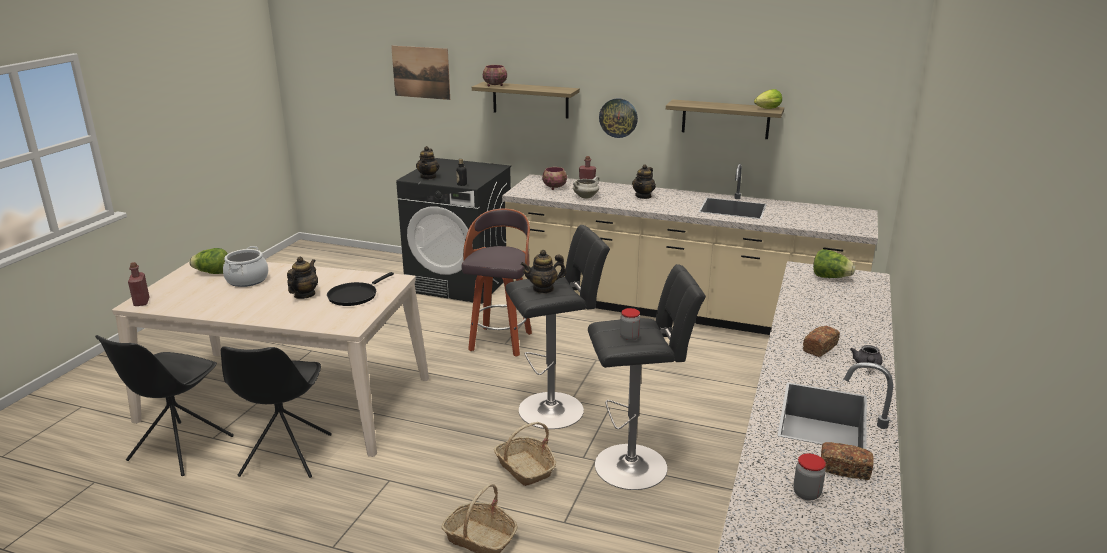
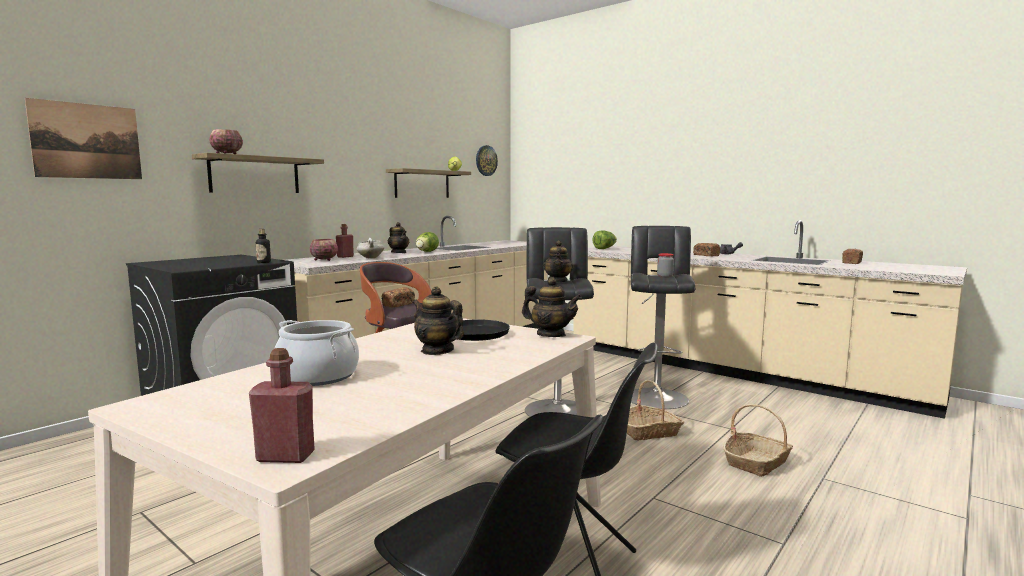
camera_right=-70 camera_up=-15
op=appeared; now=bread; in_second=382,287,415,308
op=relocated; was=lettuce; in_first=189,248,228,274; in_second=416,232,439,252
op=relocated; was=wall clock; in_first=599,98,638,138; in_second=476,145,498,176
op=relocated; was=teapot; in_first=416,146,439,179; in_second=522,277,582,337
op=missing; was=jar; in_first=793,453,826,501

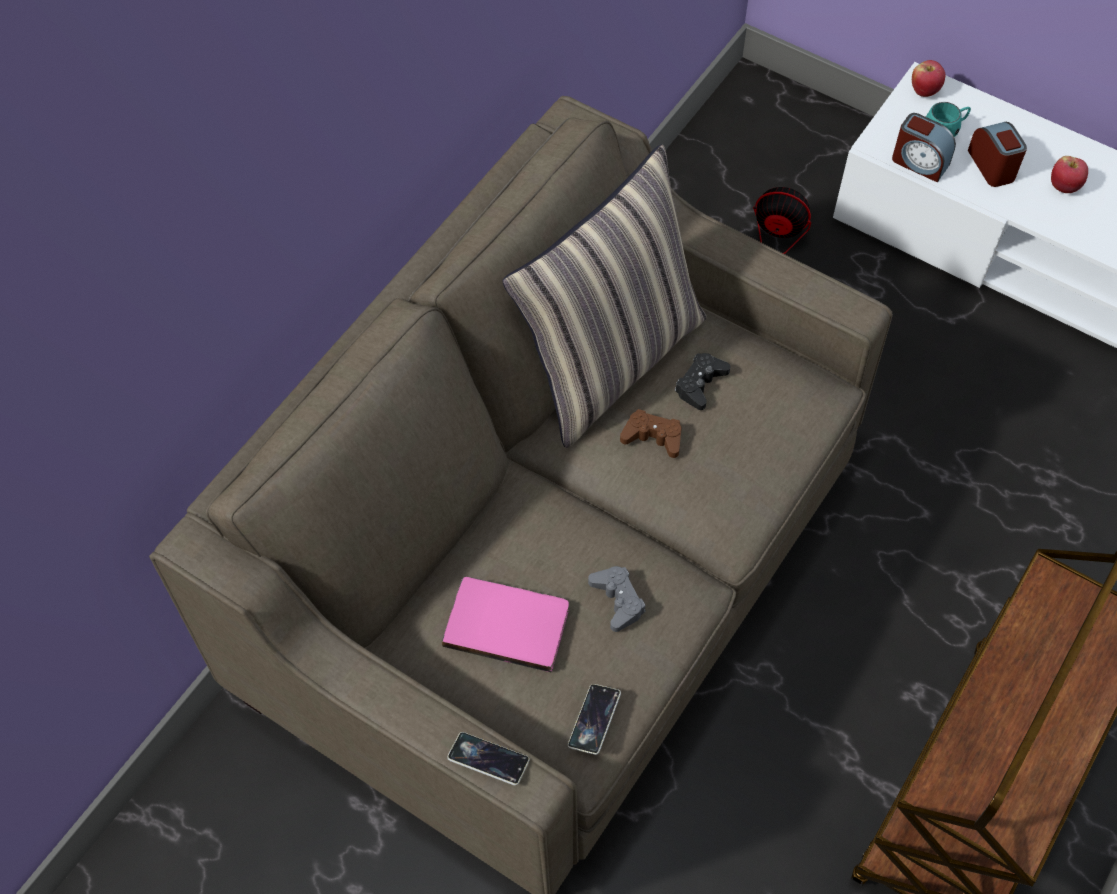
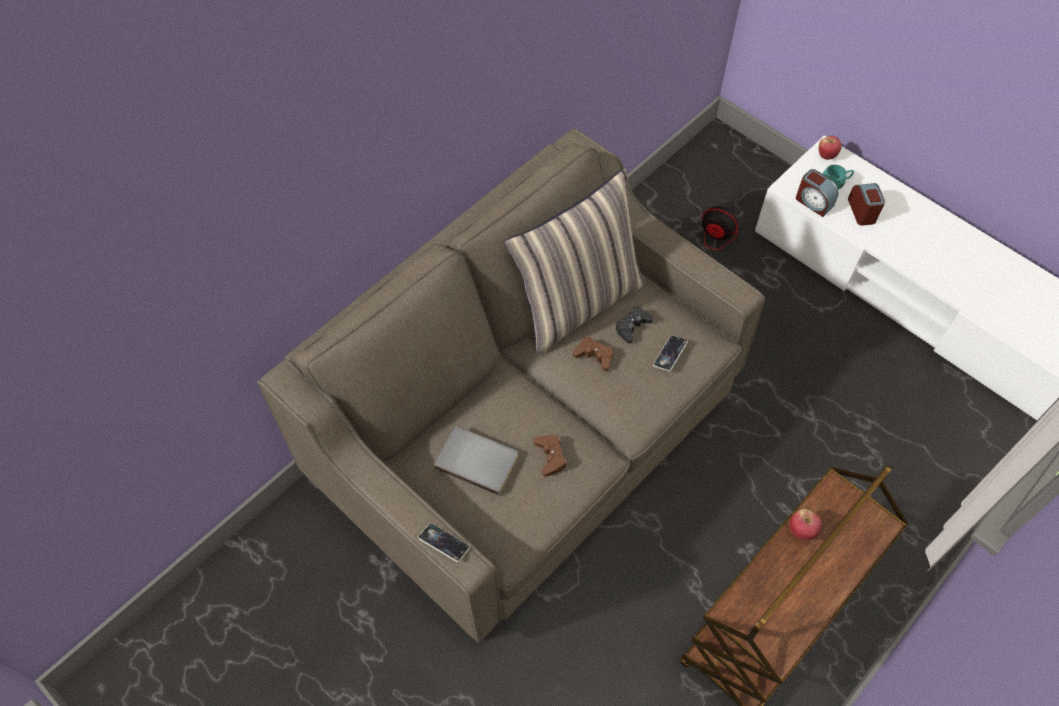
camera_right=10 camera_up=0
op=colour; was=pink book; now=grey book; in_first=442,577,569,673; in_second=433,426,518,495
op=colour; was=grey game controller; now=brown game controller; in_first=588,566,646,632; in_second=534,435,567,477
op=relocated; was=phone; in_first=568,684,621,755; in_second=653,335,688,371
op=relocated; was=apple; in_first=1051,156,1088,193; in_second=789,509,822,541

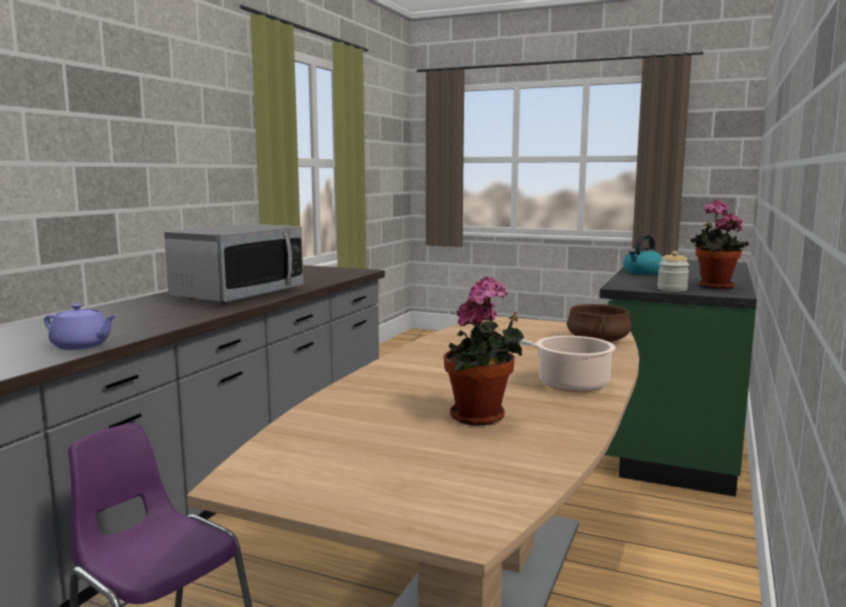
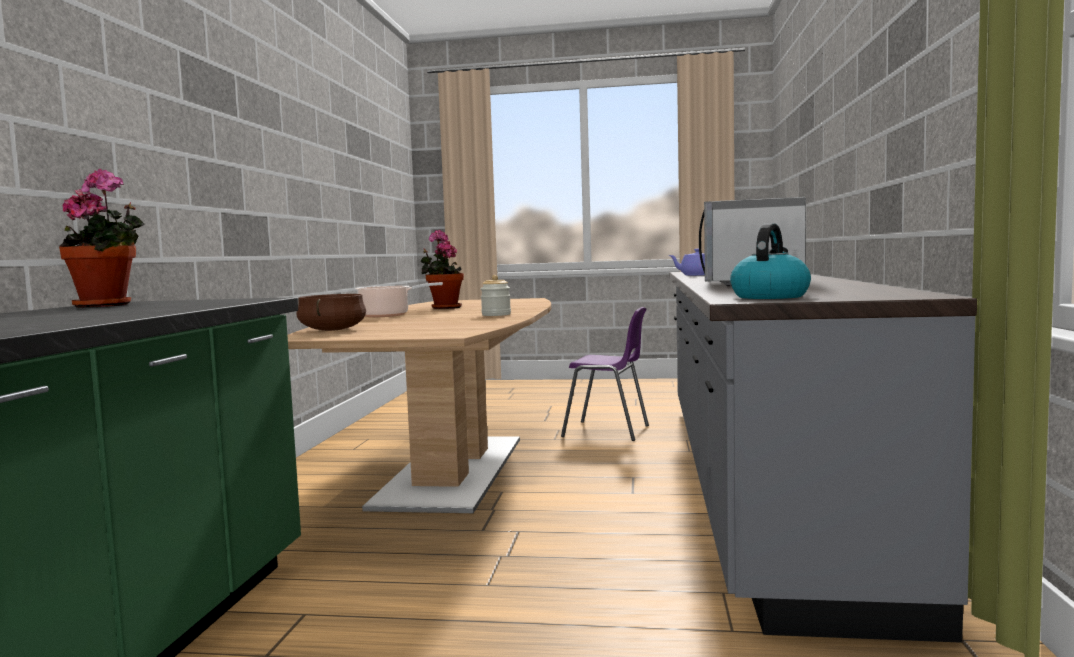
camera_right=165 camera_up=-5
op=relocated; was=jar; in_first=657,251,689,292; in_second=481,275,511,316
op=relocated; was=kettle; in_first=623,235,662,275; in_second=730,223,811,299

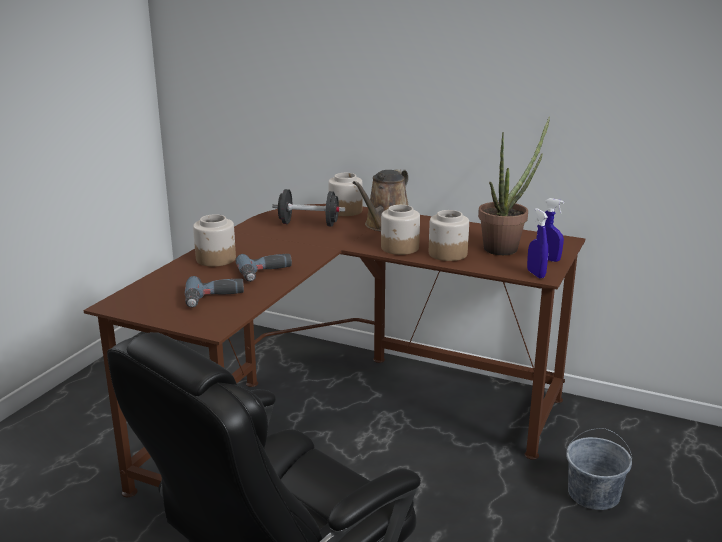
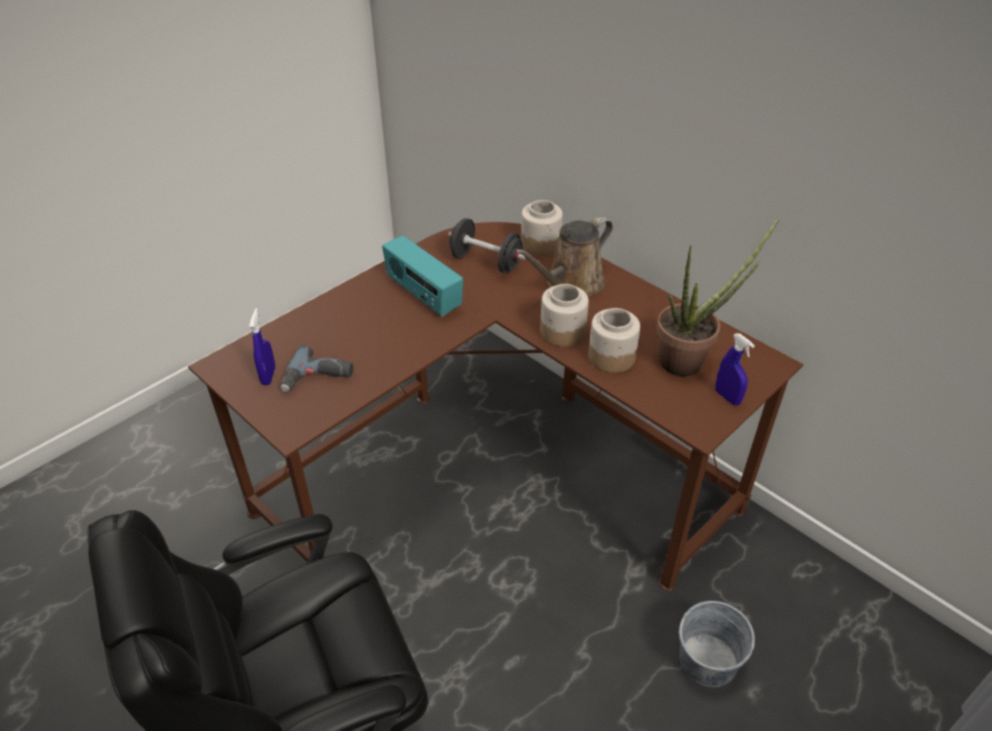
camera_right=20 camera_up=20
op=relocated; was=blue spray bottle; in_first=527,208,548,278; in_second=249,308,275,385
op=appeared; now=radio; in_second=382,235,463,317
op=missing; was=jar; in_first=193,214,236,267
op=missing; was=power drill; in_first=236,254,292,282

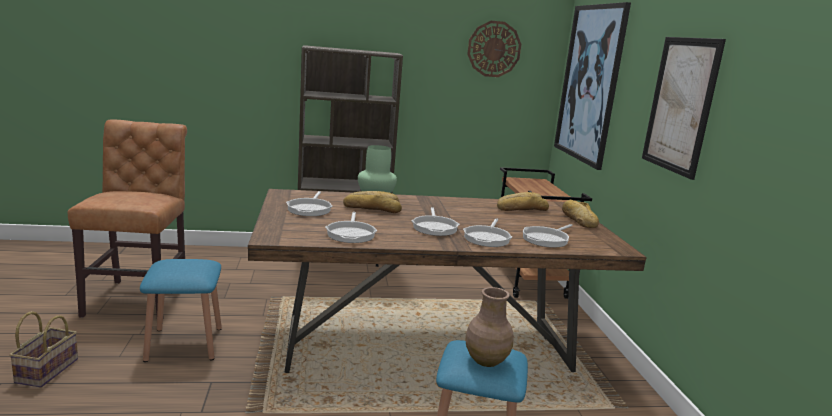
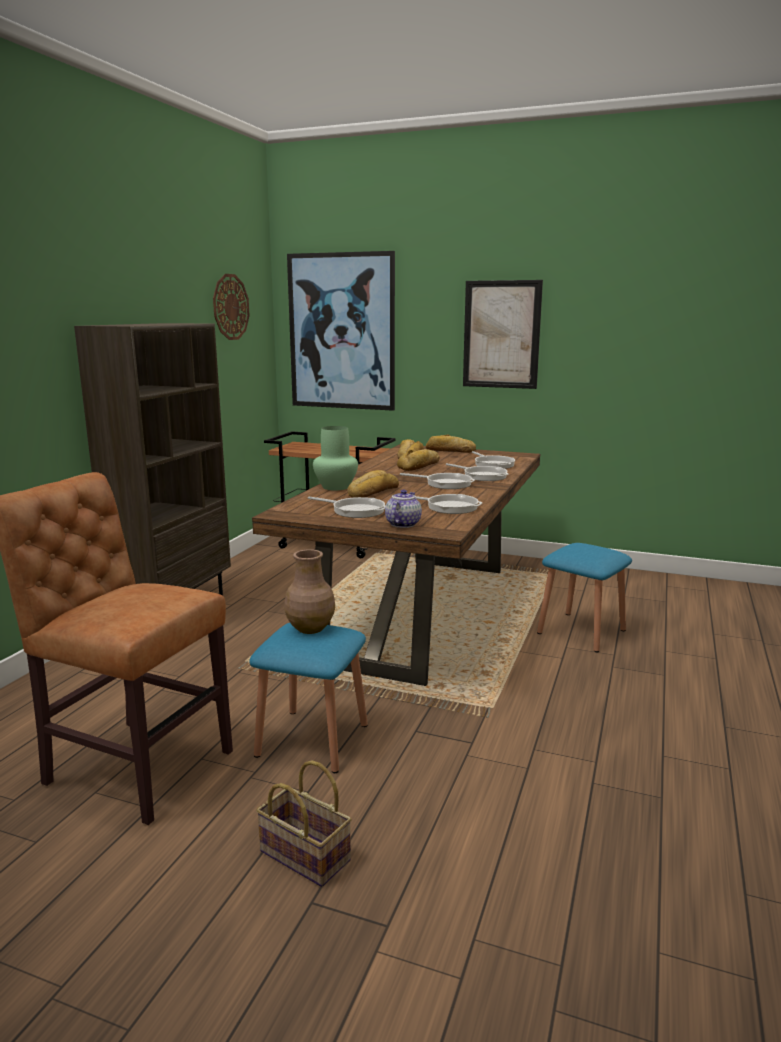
camera_right=-60 camera_up=0
op=relocated; was=brown vase; in_first=465,287,514,367; in_second=284,549,335,634
op=appeared; now=teapot; in_second=385,490,422,528
op=appeared; now=bread; in_second=397,449,440,471

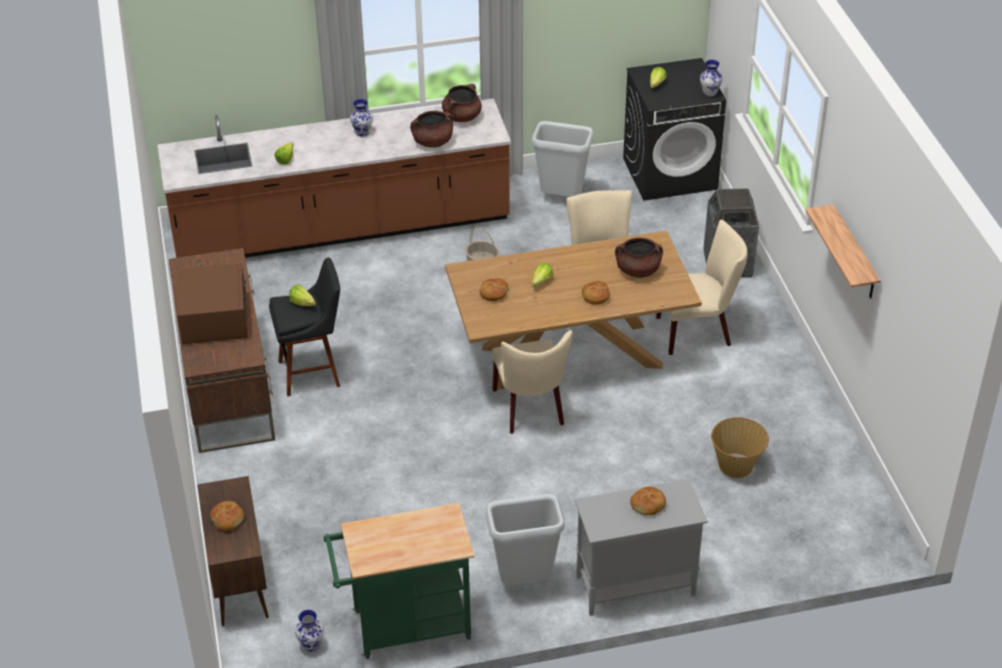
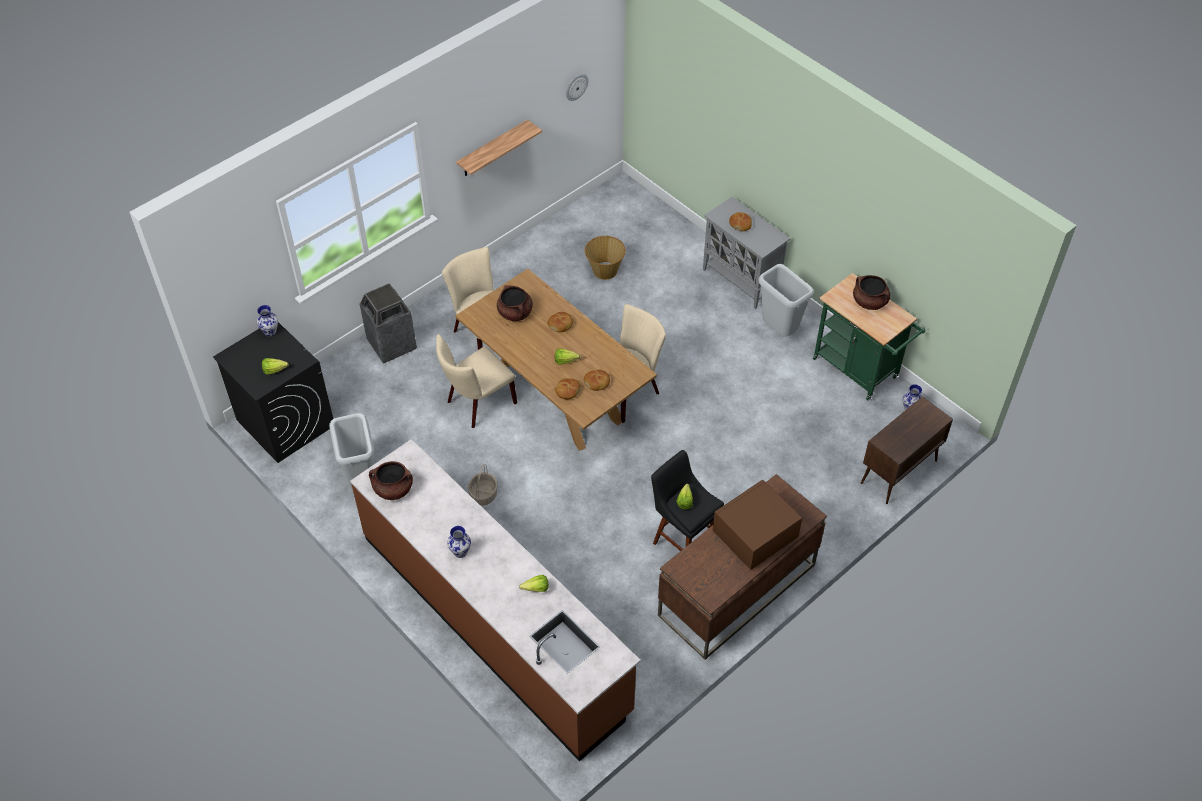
camera_right=-120 camera_up=10
op=relocated; was=bread; in_first=210,501,244,531; in_second=555,378,581,399
op=appeared; now=wall clock; in_second=566,74,588,101
op=relocated; was=brown cooking pot; in_first=410,111,453,148; in_second=853,275,890,310

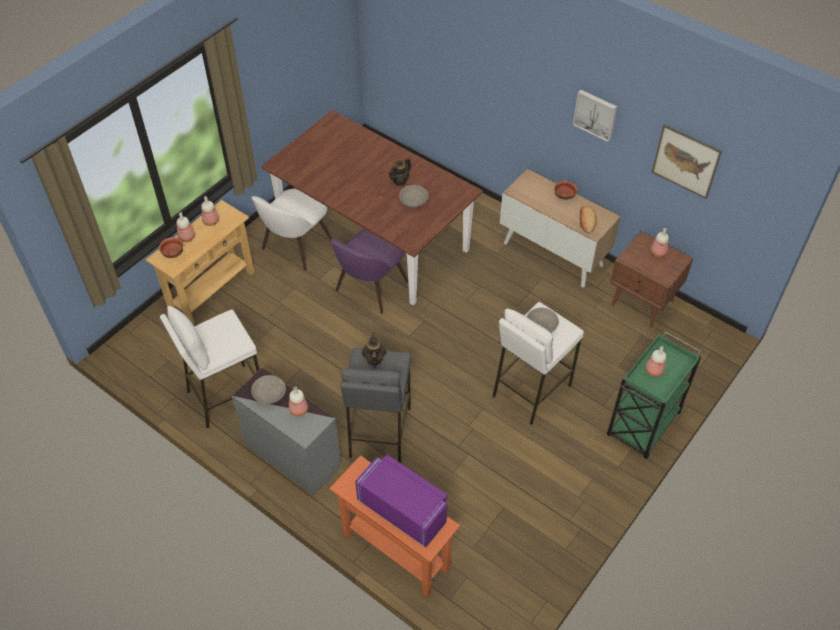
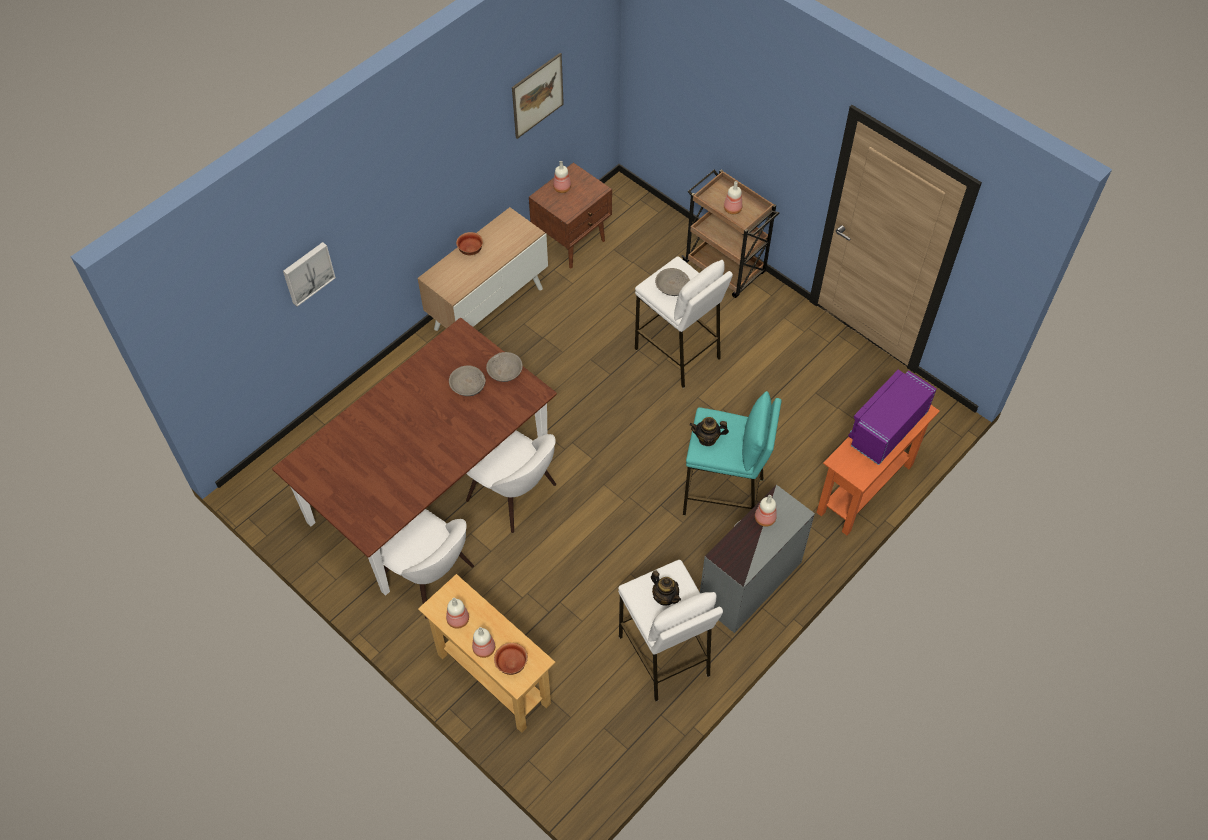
camera_right=-85 camera_up=5
op=relocated; was=picture; in_first=573,90,617,142; in_second=283,242,336,307
op=colour; was=purple chair; now=white chair; in_first=330,229,408,314; in_second=466,430,556,533
op=relocated; was=grey bowl; in_first=251,375,286,404; in_second=486,352,523,382
op=relocated; was=teapot; in_first=388,158,411,186; in_second=651,570,681,606
op=colour; was=green cart; now=brown cart; in_first=607,331,702,459; in_second=681,169,780,298
op=colour; was=grey stool; now=turquoise stool; in_first=340,348,411,463; in_second=683,391,781,515
op=missing; was=bread; in_first=580,206,597,233

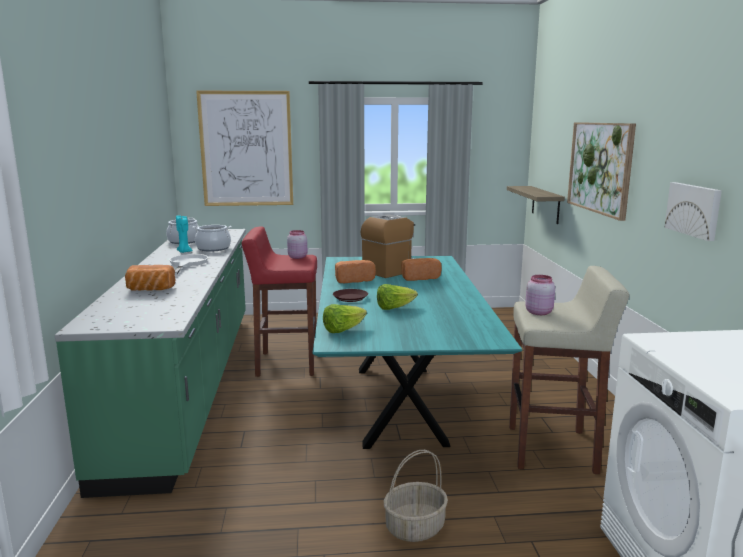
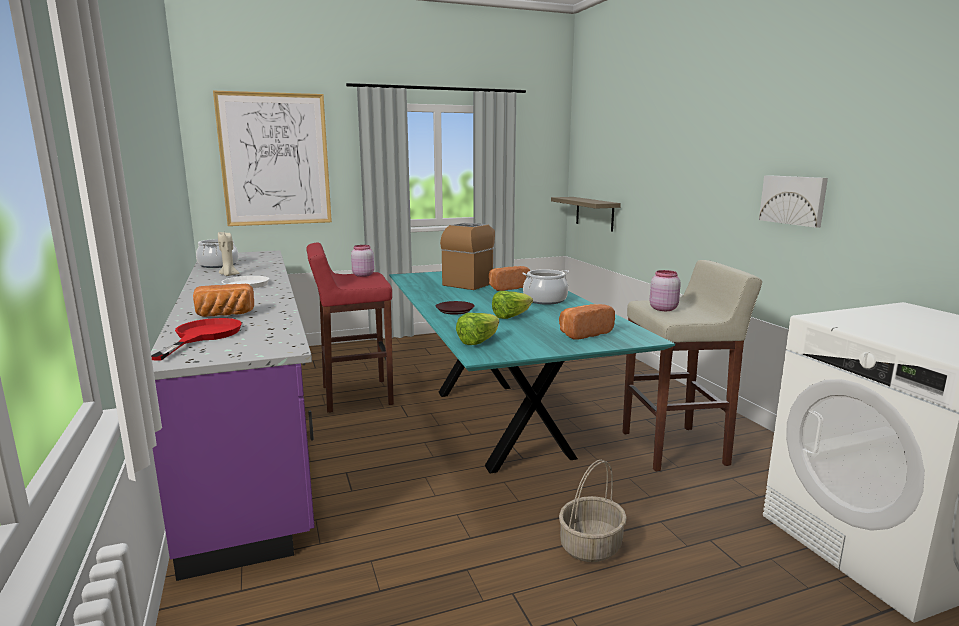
camera_right=-15 camera_up=0
op=colour; was=green counter; now=purple counter; in_first=55,229,246,498; in_second=151,250,315,581
op=appeared; now=red frying pan; in_second=151,318,241,360
op=colour; was=turquoise candle; now=beige candle; in_first=176,215,193,253; in_second=218,231,240,276
op=relocated; was=cooking pot; in_first=192,225,232,252; in_second=522,269,569,305
op=relocated; was=bread; in_first=335,260,376,283; in_second=559,304,615,340
op=missing; was=picture; in_first=567,122,636,221

